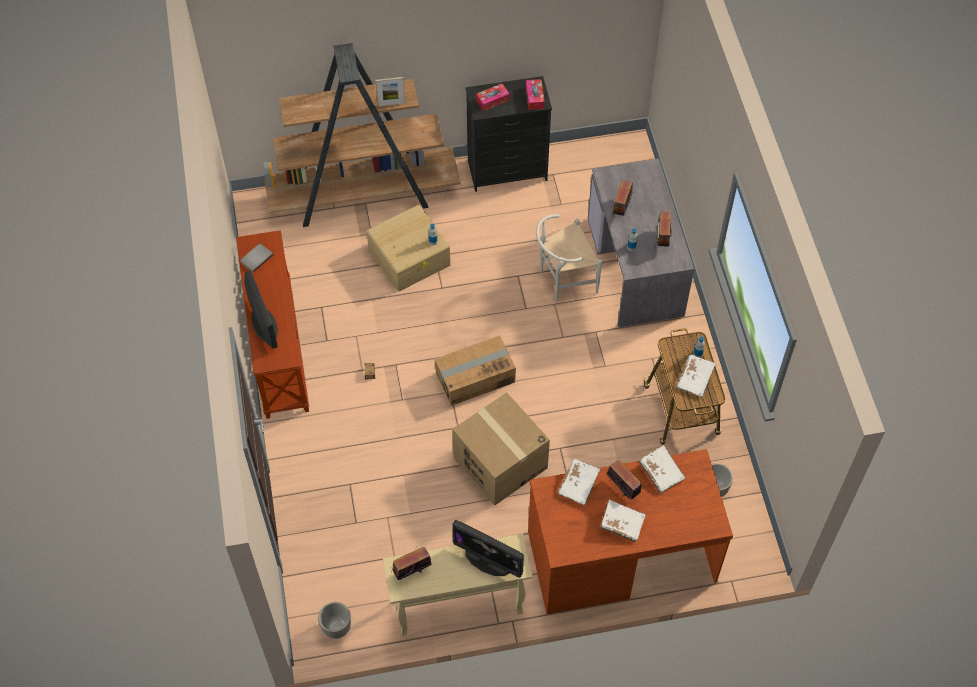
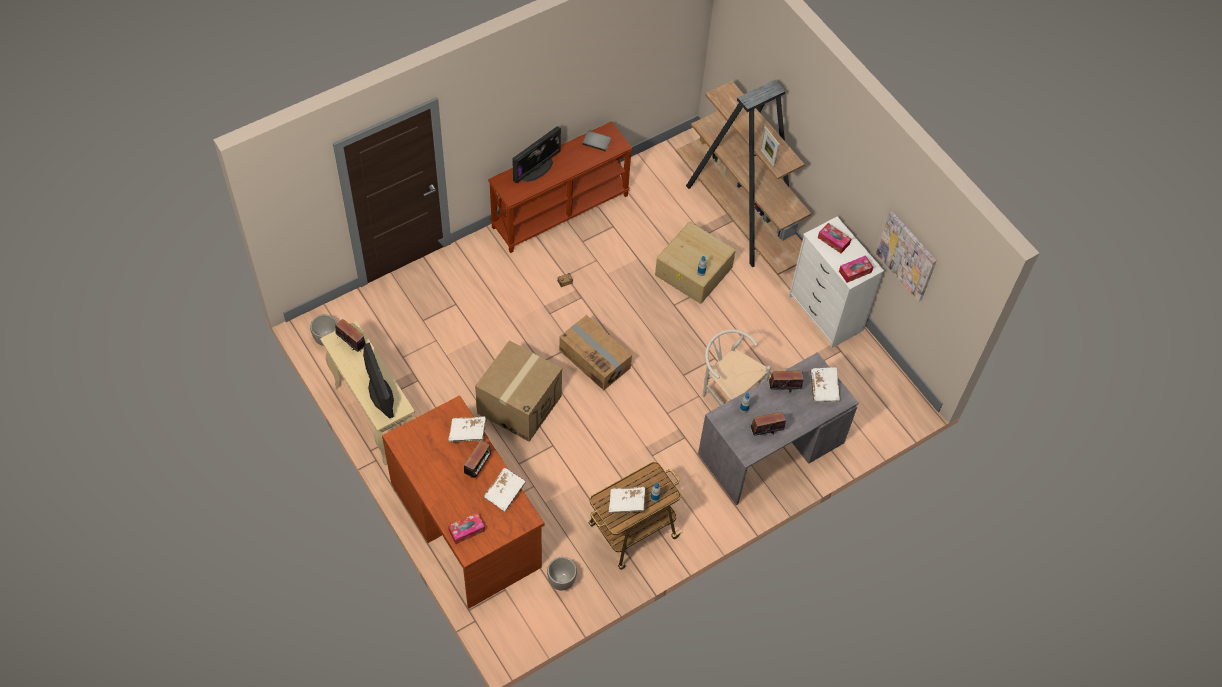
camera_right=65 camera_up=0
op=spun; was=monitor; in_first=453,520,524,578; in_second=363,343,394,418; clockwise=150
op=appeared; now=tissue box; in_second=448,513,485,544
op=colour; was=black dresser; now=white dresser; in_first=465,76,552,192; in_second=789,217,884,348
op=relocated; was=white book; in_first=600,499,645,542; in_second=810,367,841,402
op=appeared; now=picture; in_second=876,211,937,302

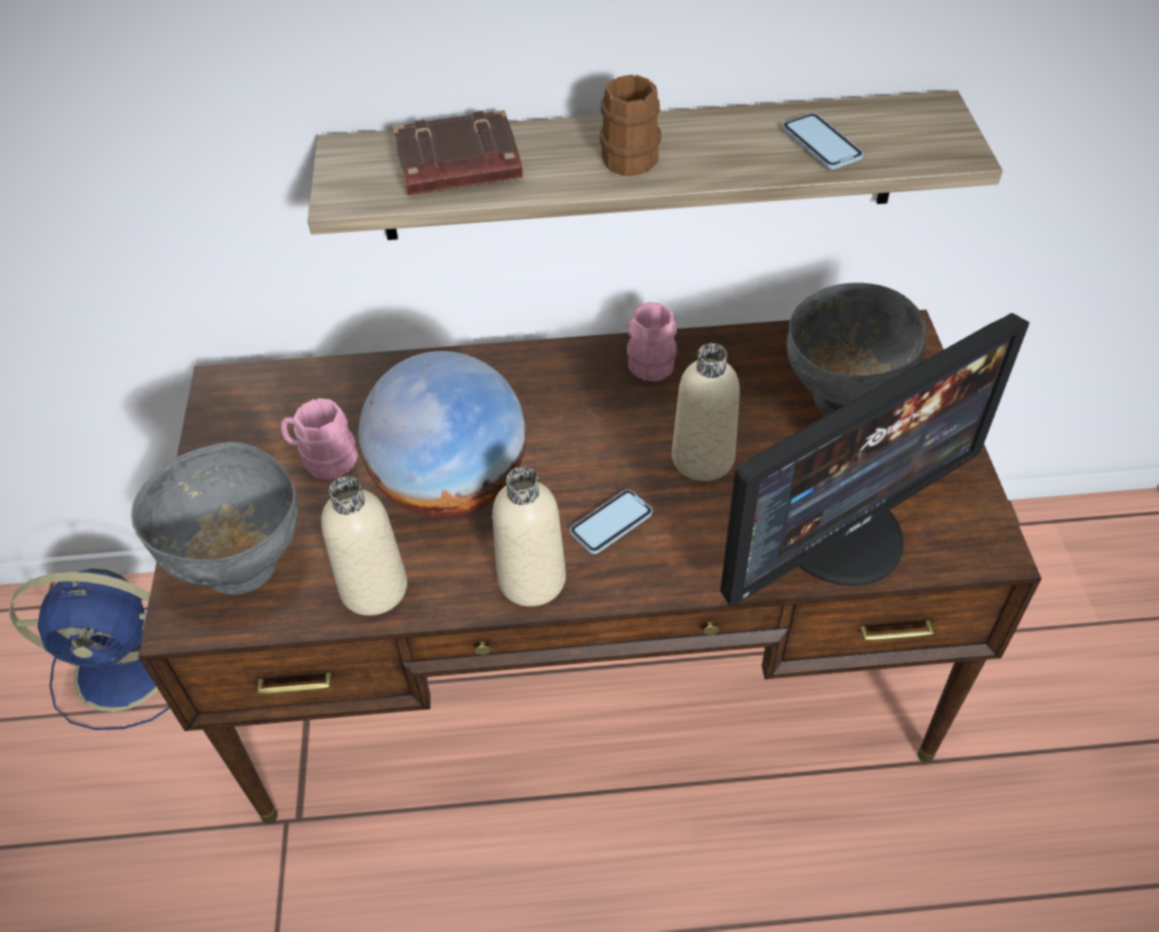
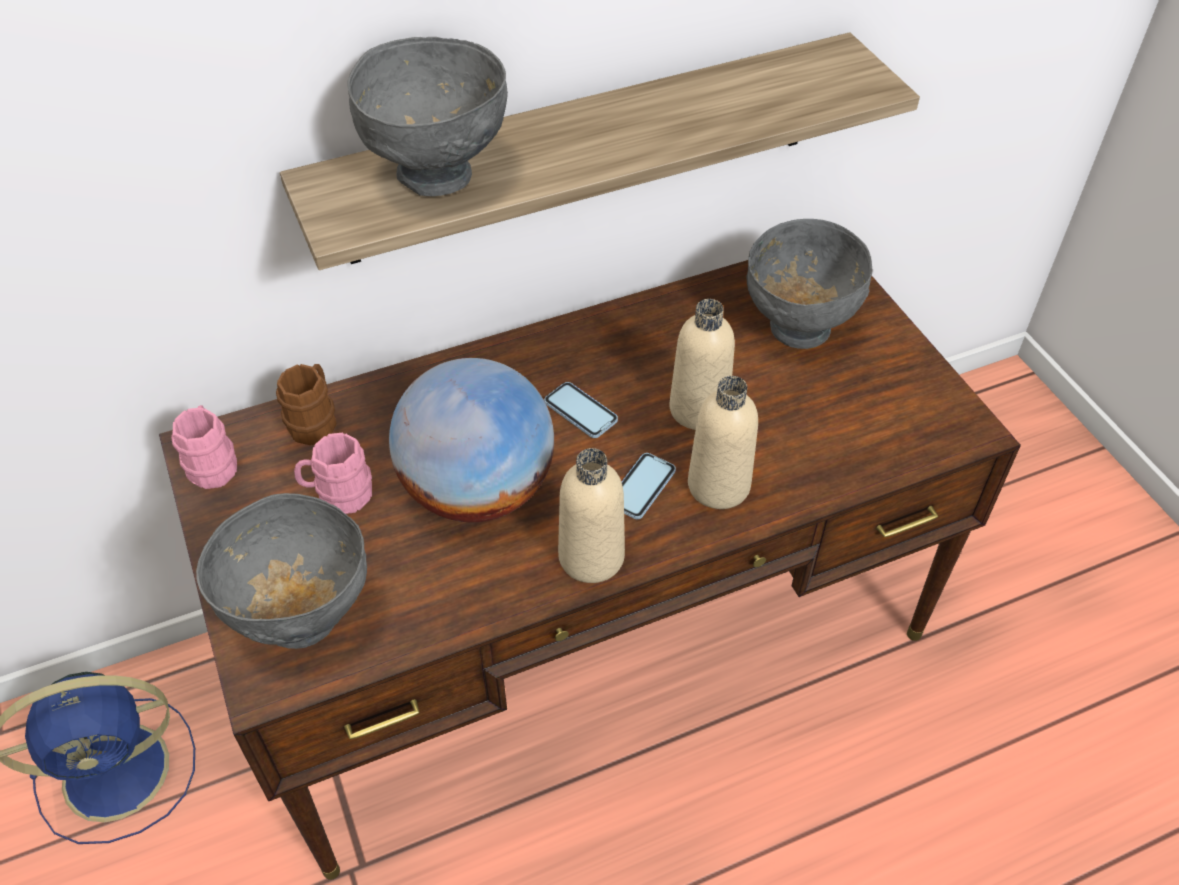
camera_right=-20 camera_up=0
op=relocated; was=pink mug; in_first=627,302,677,382; in_second=171,405,237,489
op=relocated; was=brown mug; in_first=600,75,661,176; in_second=276,364,336,445
op=exchanged; was=brown book; now=grey bowl; in_first=393,110,523,195; in_second=347,37,508,196
op=relocated; was=phone; in_first=782,113,863,169; in_second=544,382,618,438
op=relocated; was=beige bottle; in_first=321,476,407,616; in_second=688,376,758,509
op=missing; was=monitor; in_first=720,313,1029,606

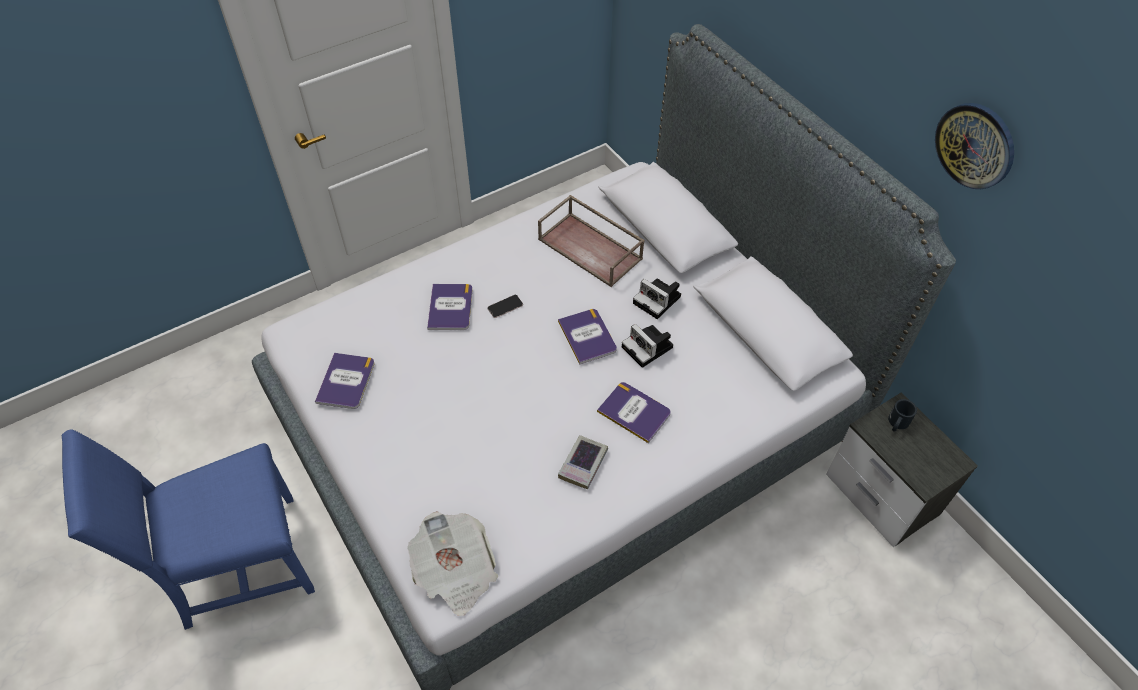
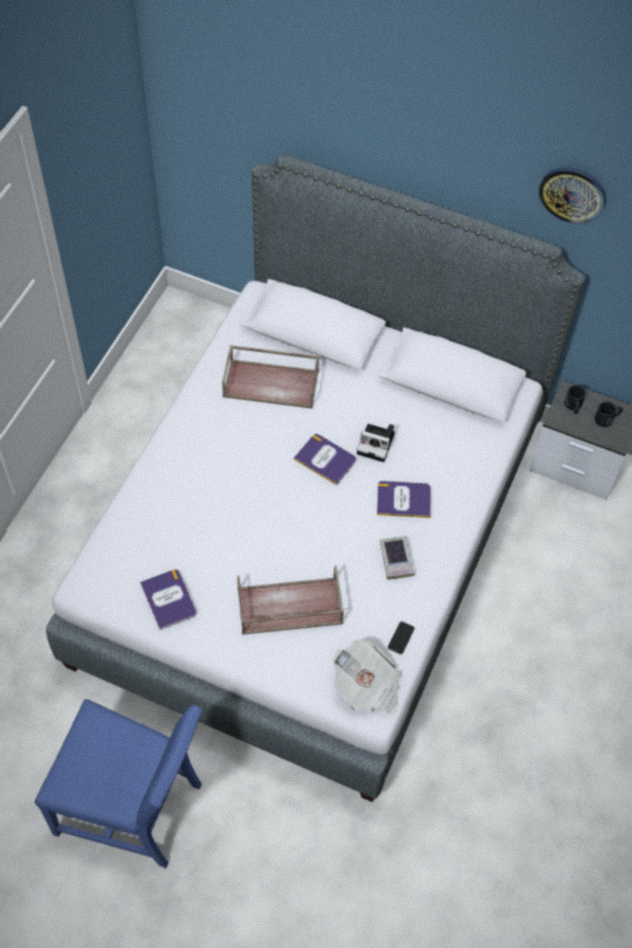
camera_right=-35 camera_up=5
op=spun; was=blue chair; in_first=62,429,315,630; in_second=35,699,203,868; clockwise=-105
op=appeared; now=brown tray; in_second=237,566,344,635
op=relocated; was=phone; in_first=487,295,523,318; in_second=388,621,415,655
op=appeared; now=black mug; in_second=595,401,622,427
op=missing; was=book; in_first=427,284,472,330
op=missing; was=photo camera; in_first=633,279,681,319

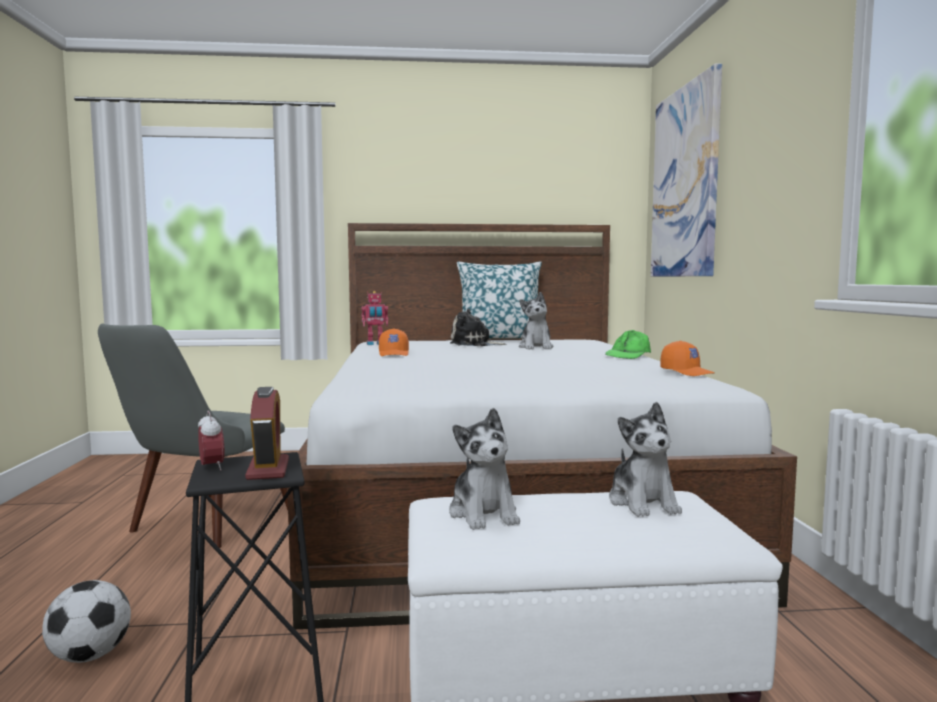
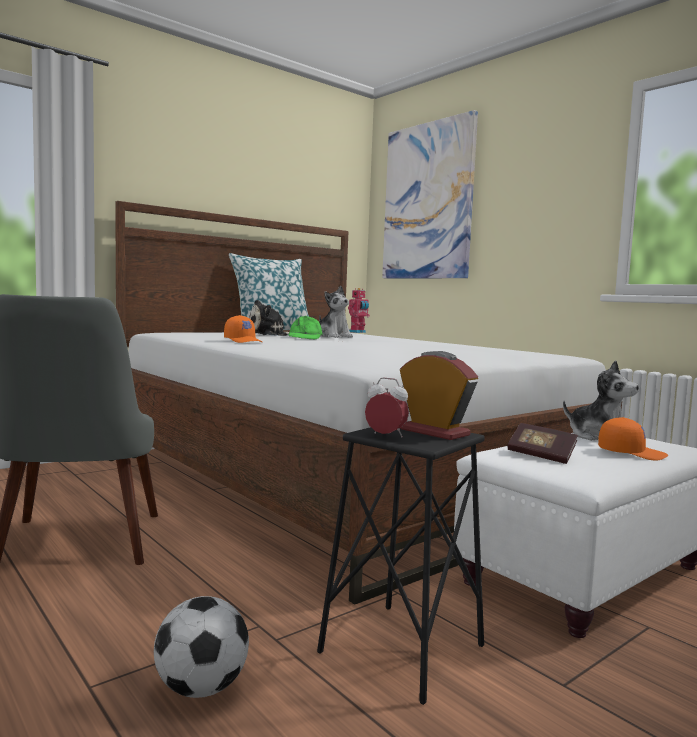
camera_right=-35 camera_up=0
op=relocated; was=green cap; in_first=605,330,651,359; in_second=289,316,323,339
op=relocated; was=toy robot; in_first=361,291,388,345; in_second=348,288,370,333
op=exchanged; was=plush toy; now=book; in_first=449,408,520,530; in_second=507,423,578,464
op=relocated; was=orange cap; in_first=660,341,715,376; in_second=598,417,668,461

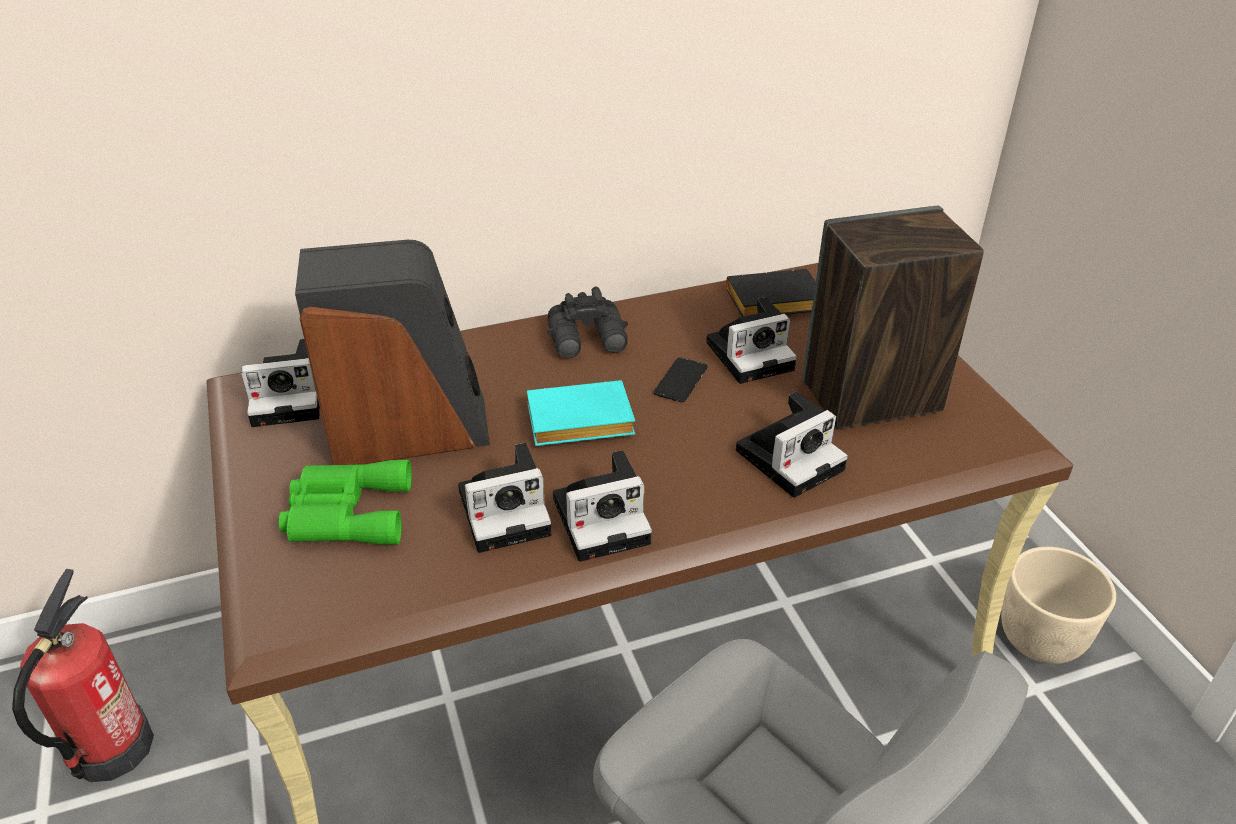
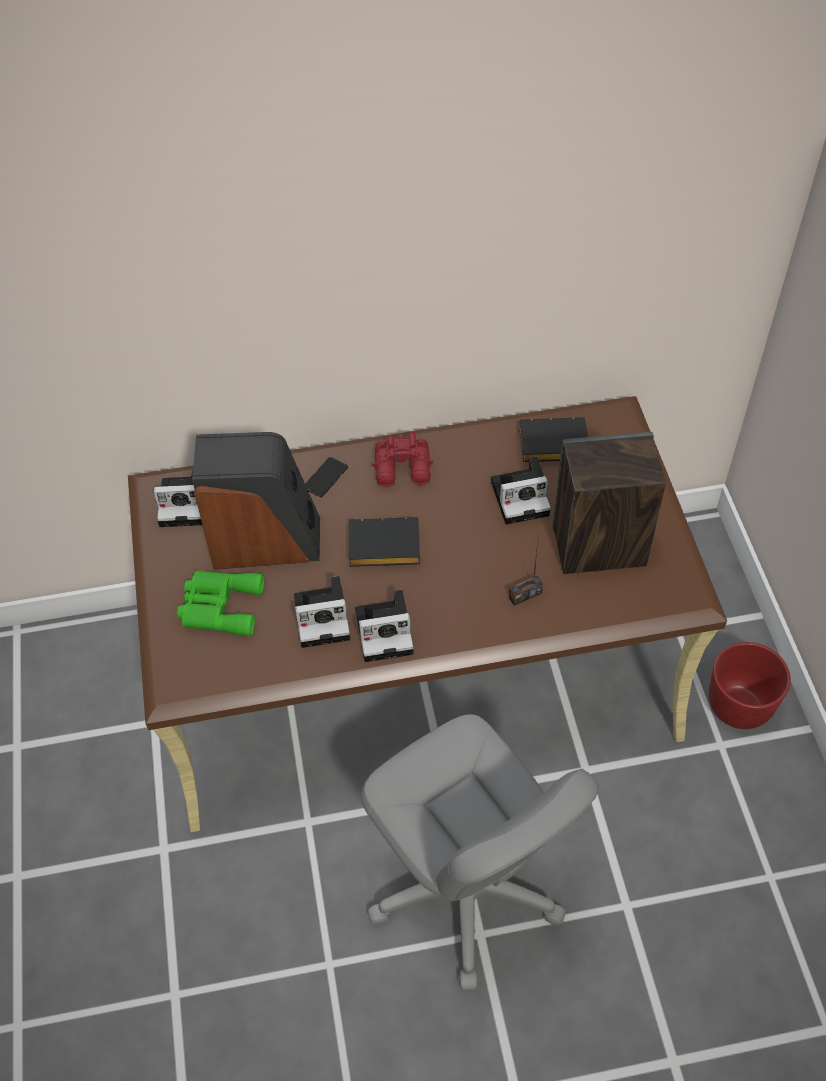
camera_right=10 camera_up=15
op=relocated; was=phone; in_first=654,358,708,402; in_second=305,457,348,497
op=colour; was=turquoise book; now=black book; in_first=527,380,635,446; in_second=349,517,420,567
op=colour; was=black binoculars; now=red binoculars; in_first=547,287,628,358; in_second=372,431,433,487
op=exchanged; was=photo camera; now=radio; in_first=736,392,848,498; in_second=509,542,543,606
op=colour; was=beige planter; now=red planter; in_first=1001,547,1116,664; in_second=709,642,791,729
op=missing; was=fire extinguisher; in_first=12,569,154,782

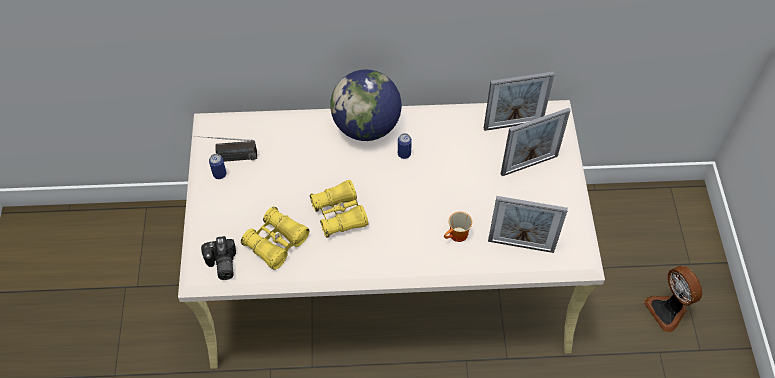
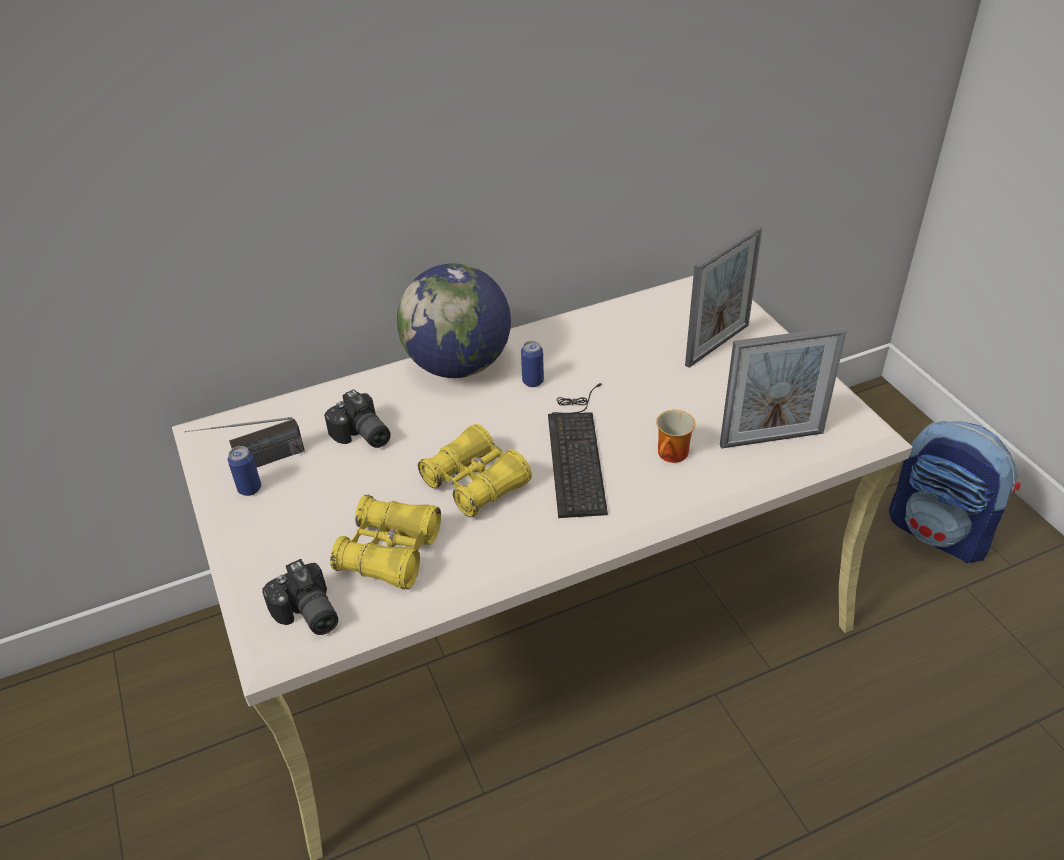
camera_right=-20 camera_up=-15
op=appeared; now=photo camera; in_second=324,390,391,448
op=appeared; now=keyboard; in_second=548,383,608,518
op=exchanged; was=fan; now=backpack; in_first=644,266,702,332; in_second=889,421,1020,563
op=missing; was=picture frame; in_first=484,72,554,131

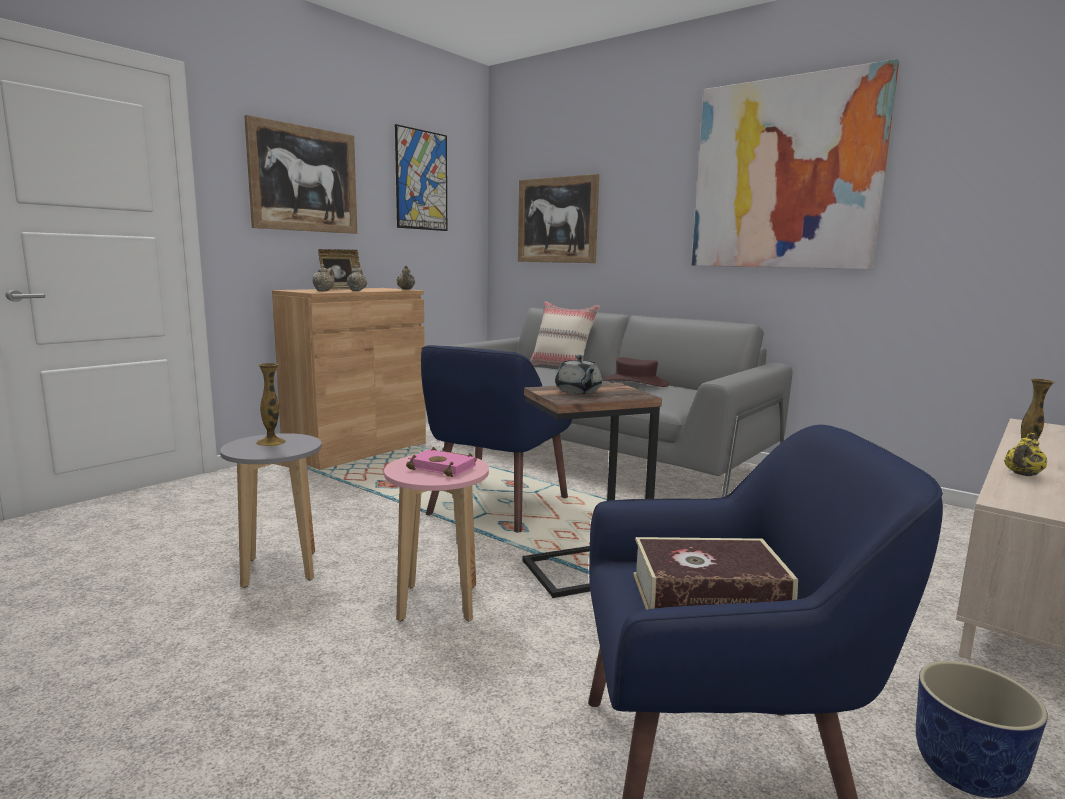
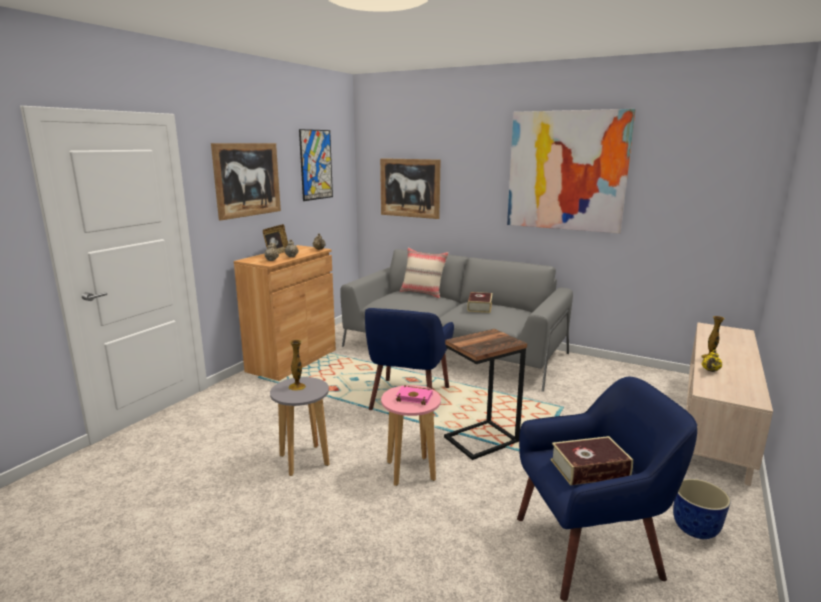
camera_right=-10 camera_up=5
op=exchanged; was=brown hat; now=book; in_first=603,357,669,387; in_second=467,292,493,313
op=missing; was=grey teapot; in_first=555,355,602,394

